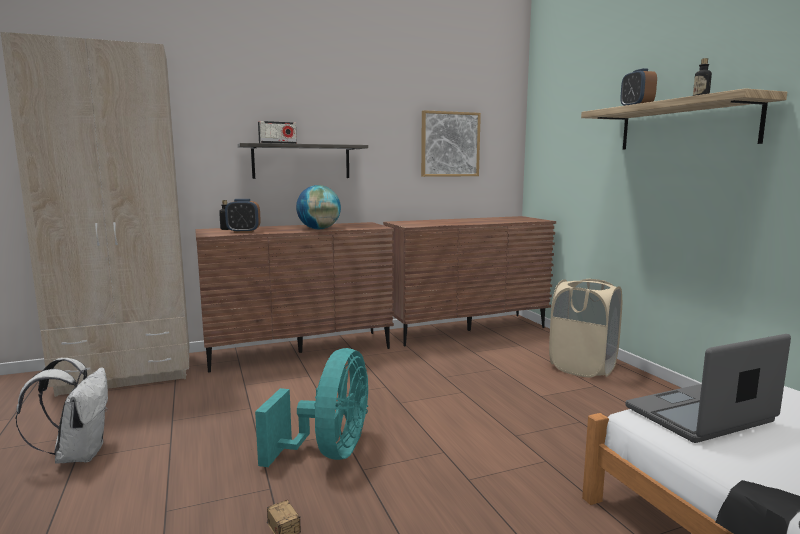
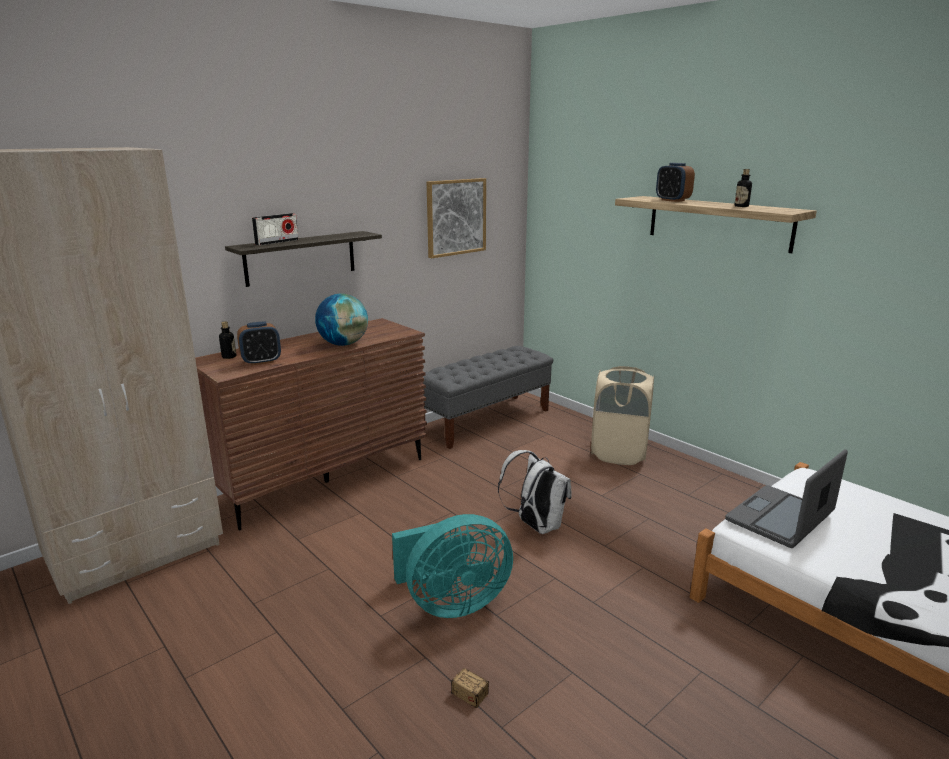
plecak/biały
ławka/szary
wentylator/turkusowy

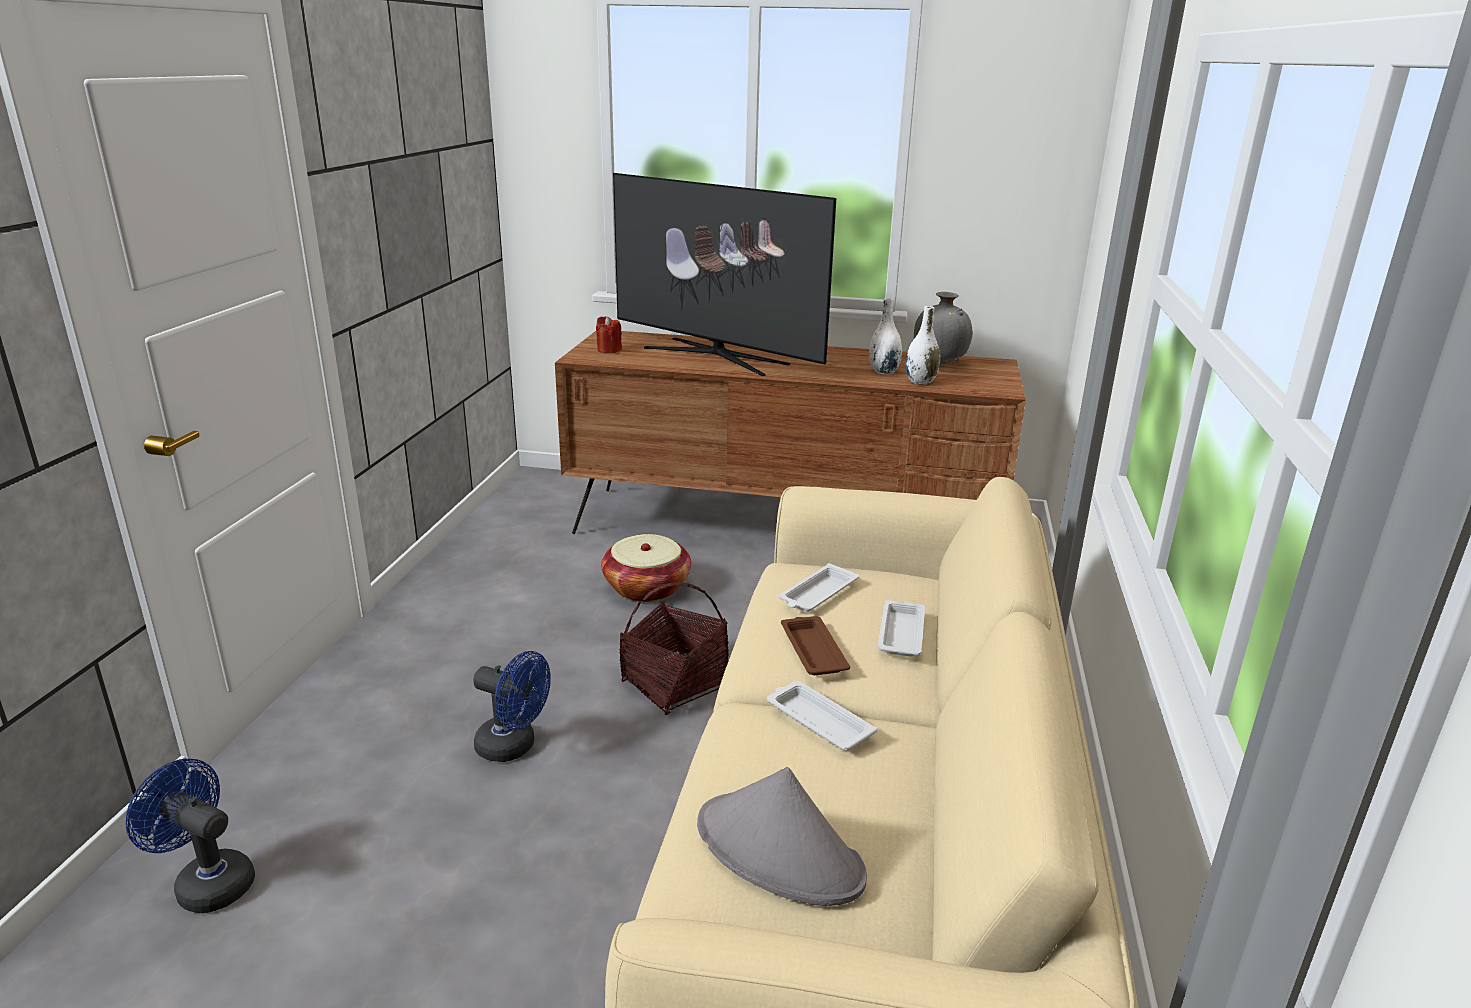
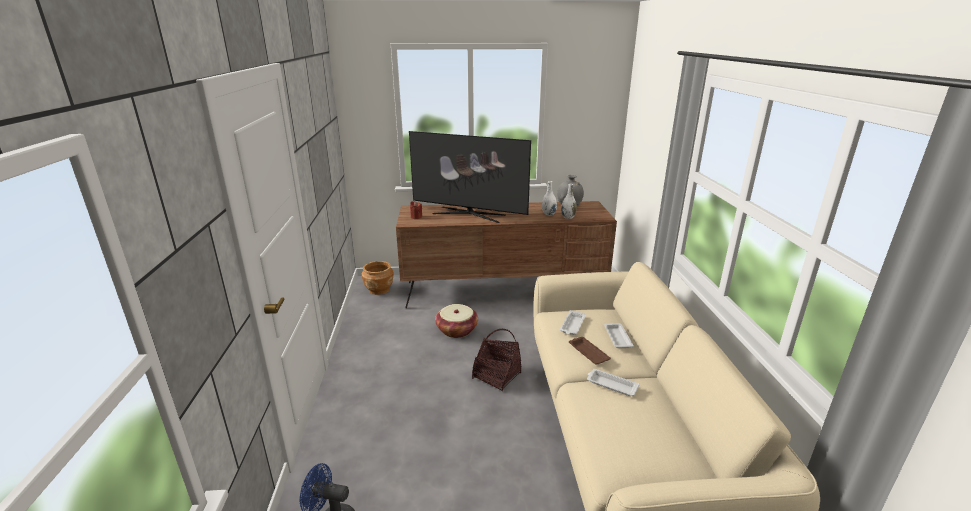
wentylator/niebieski (no. 2 from left in the first image)
kapelusz/szary
donica/brązowy

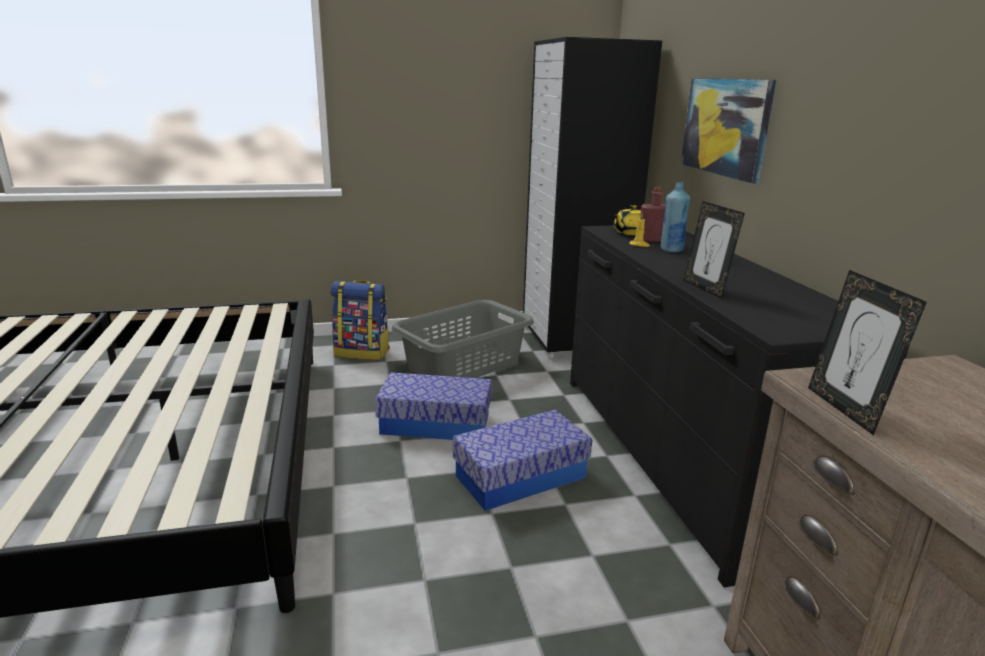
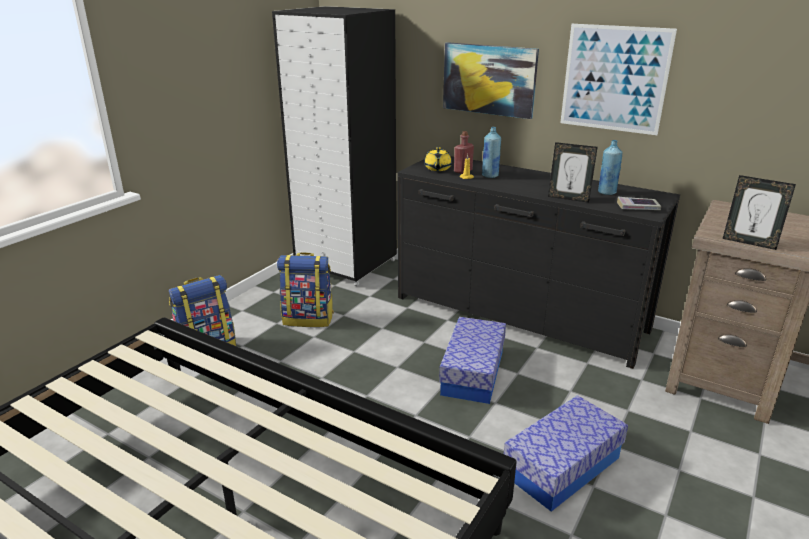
obraz (no. 2 from left)
butelka/niebieski (no. 2 from left)
książka
pojemnik do przechowywania (no. 2 from left)
plecak (no. 2 from left)

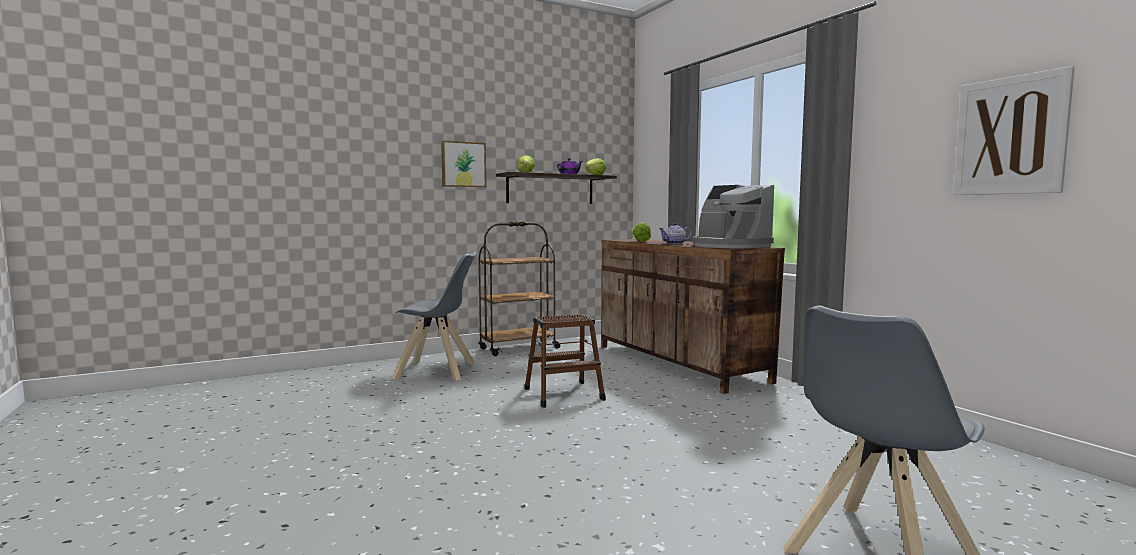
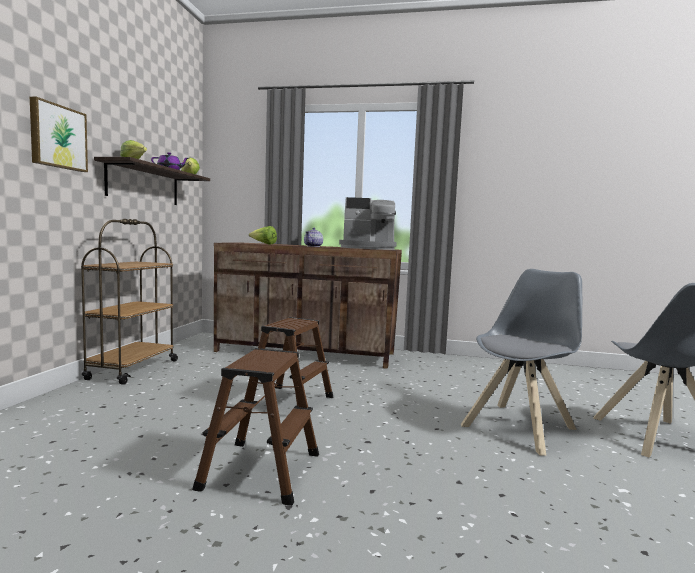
obraz (no. 2 from left in the first image)
drabinka/brązowy (no. 1 from left)
krzesło/szary (no. 1 from left)

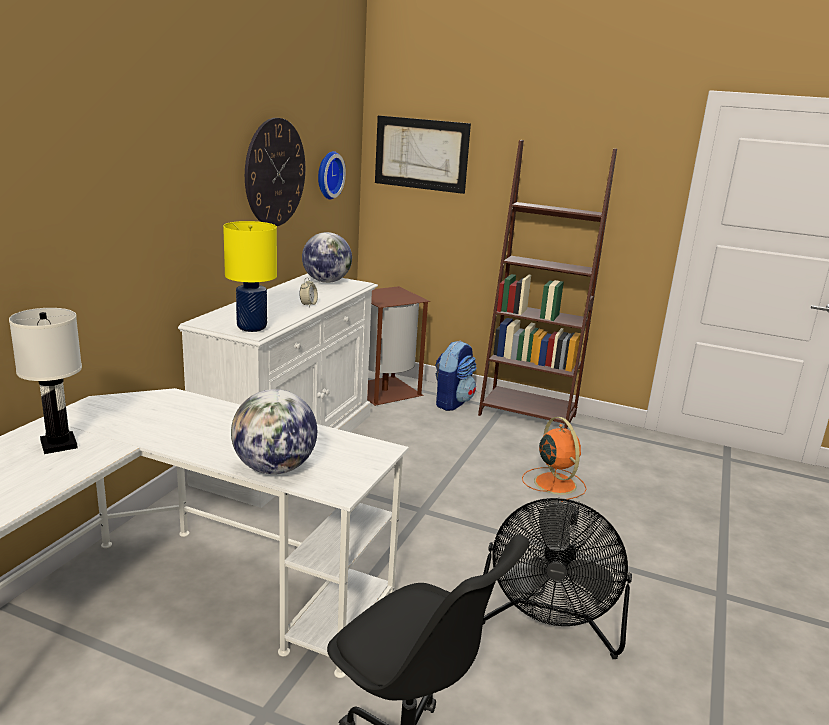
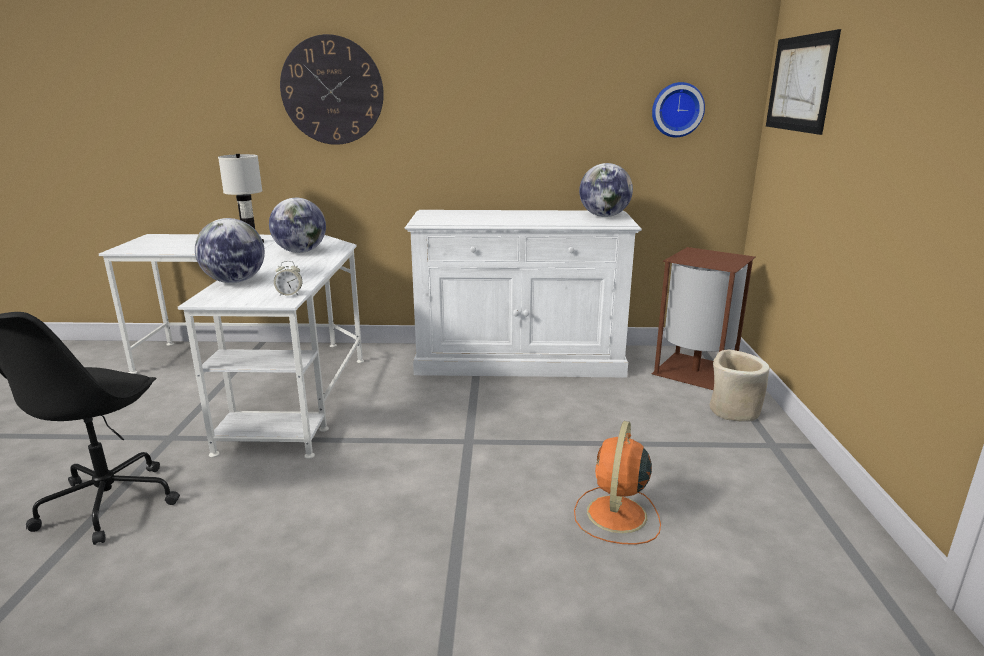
lampa stołowa/żółty
regał/brązowy
wentylator/czarny
globus (no. 2 from left)
zegar ścienny (no. 1 from left)
budzik
donica/beżowy
wentylator/pomarańczowy

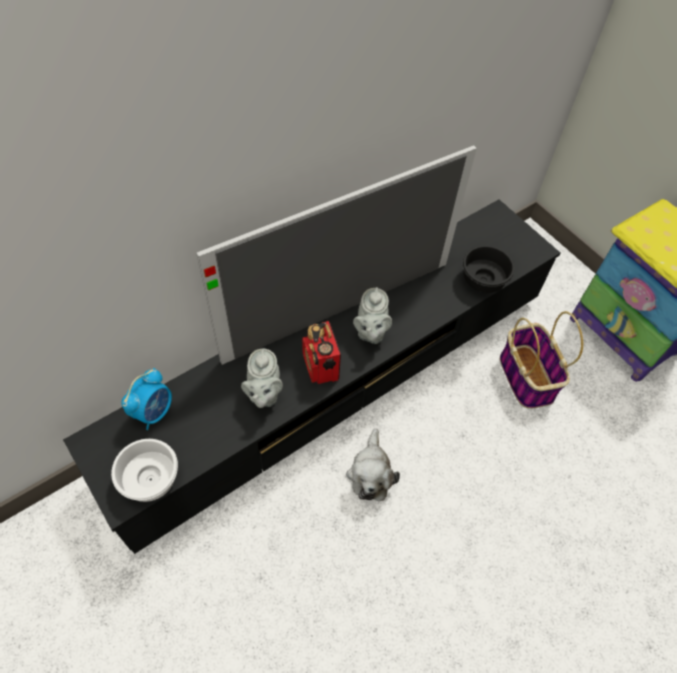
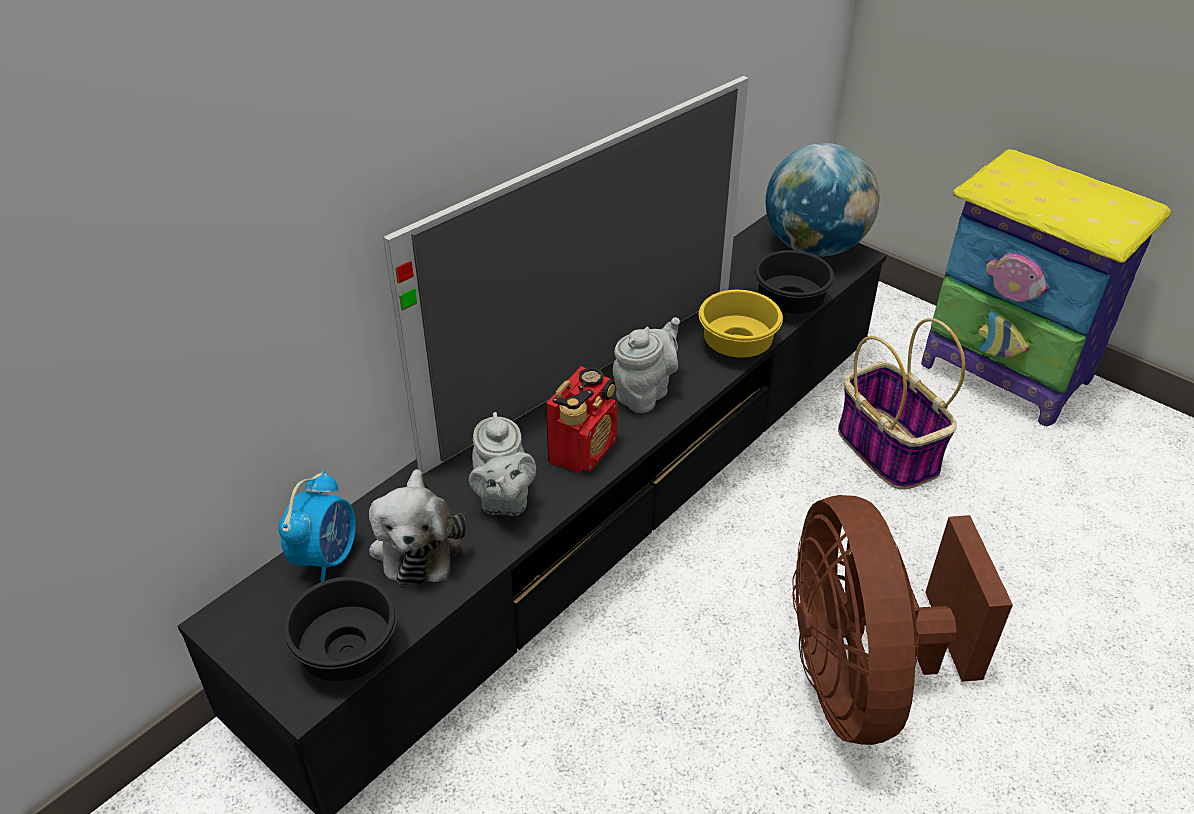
miska/żółty
globus
wentylator/brązowy
pluszak
miska/czarny (no. 1 from left)
radio
imbryk/szary (no. 2 from left)

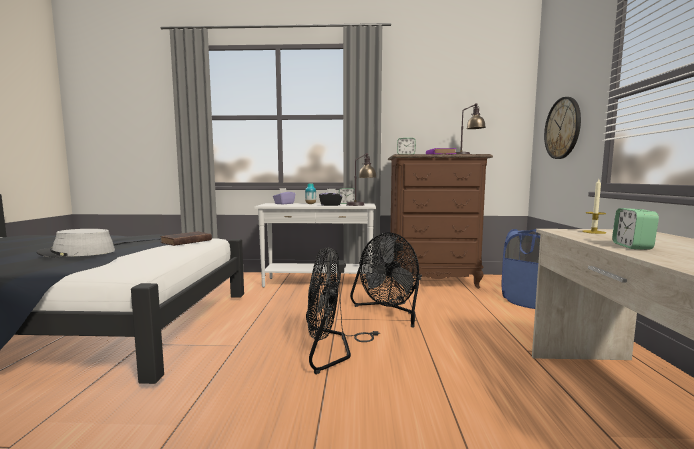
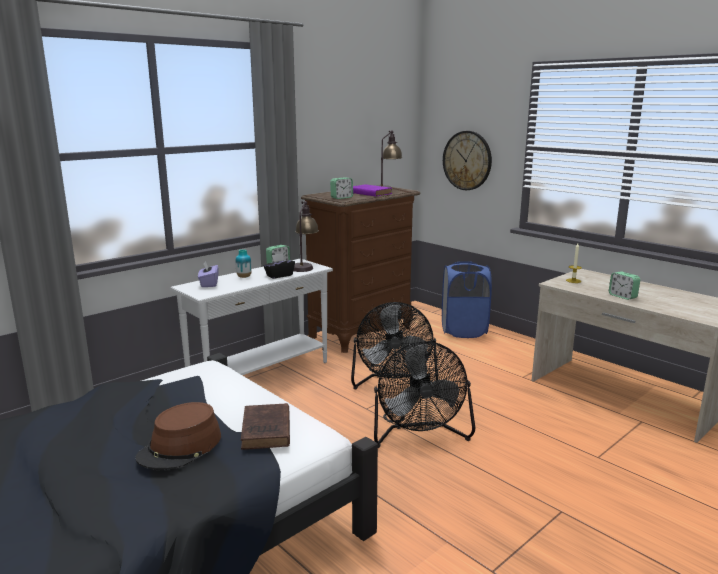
książka/brązowy
kapelusz/brązowy
wentylator/czarny (no. 2 from left)

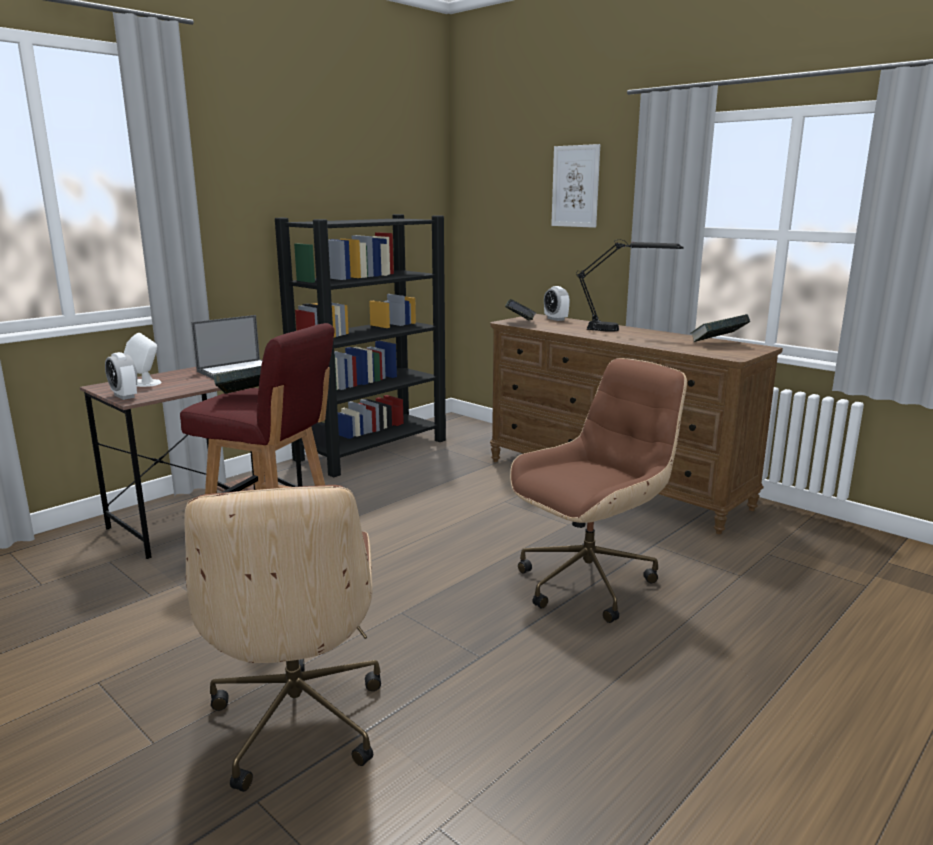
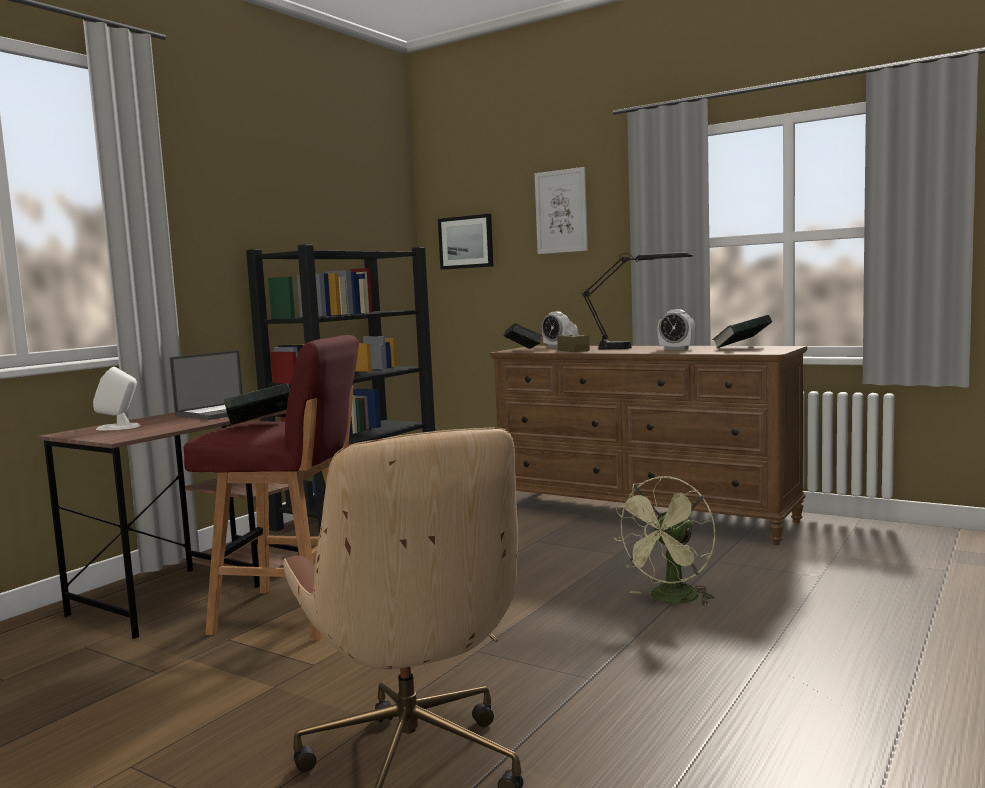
obraz (no. 1 from left)
pudełko chusteczek/brązowy
budzik (no. 2 from left)
wentylator/zielony

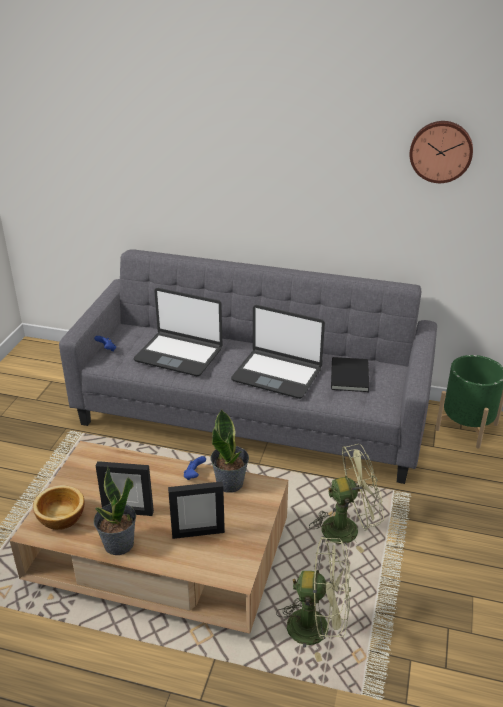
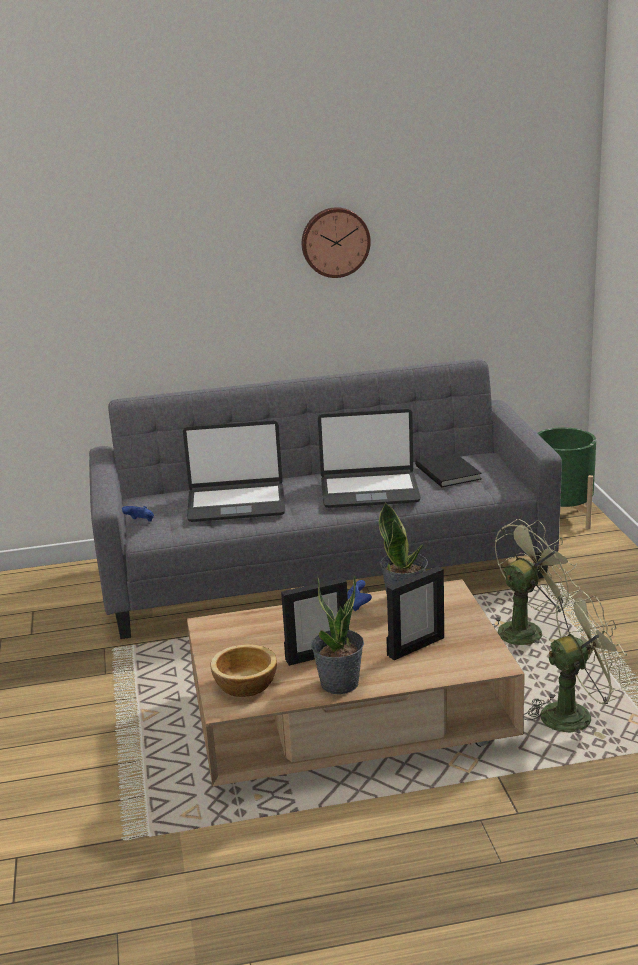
zegar ścienny

